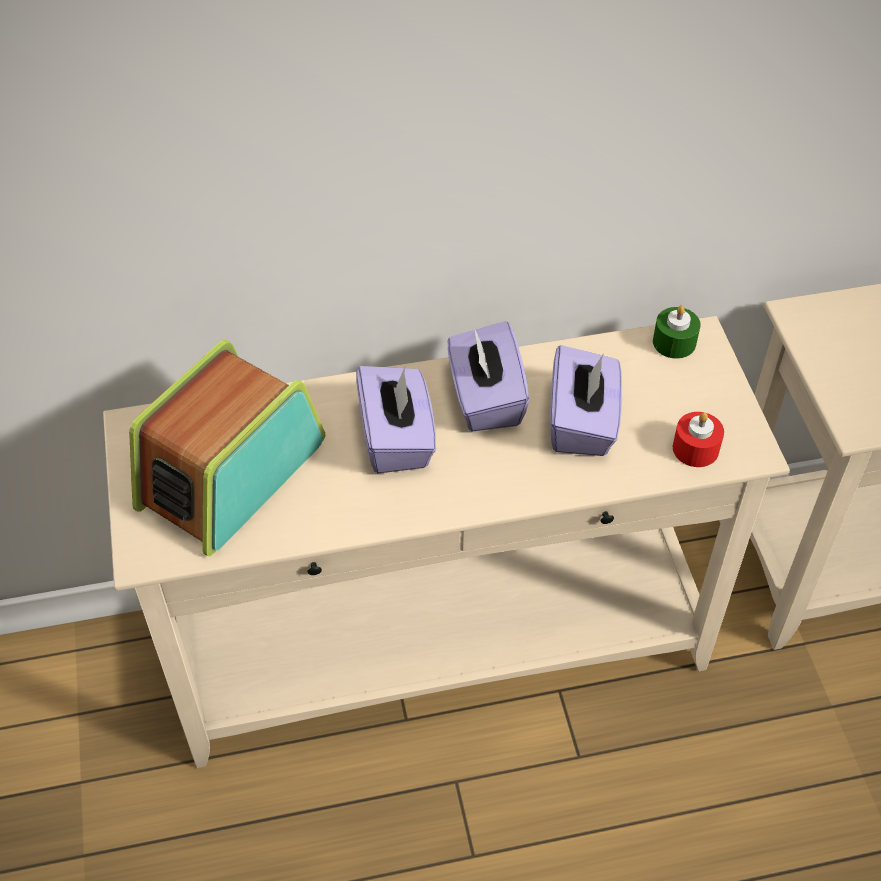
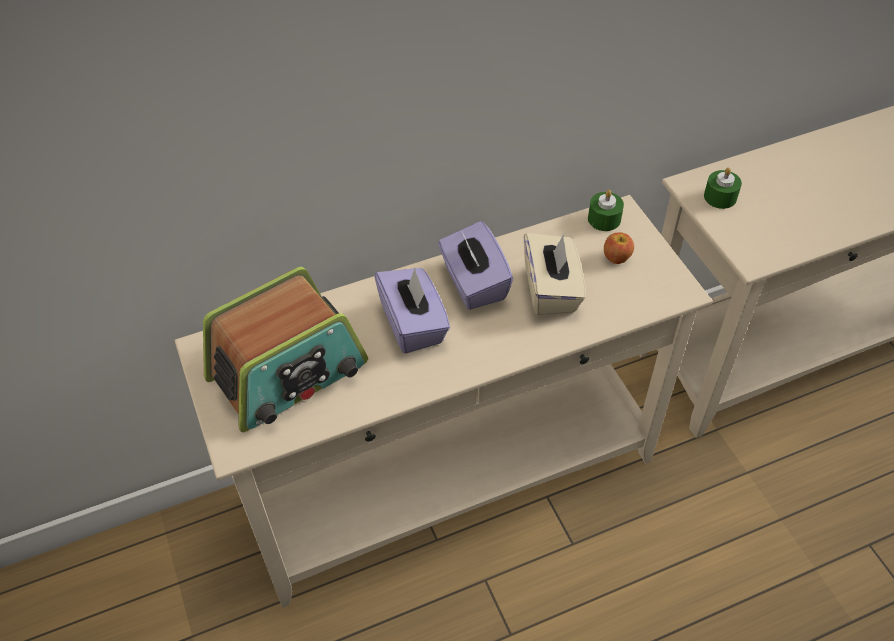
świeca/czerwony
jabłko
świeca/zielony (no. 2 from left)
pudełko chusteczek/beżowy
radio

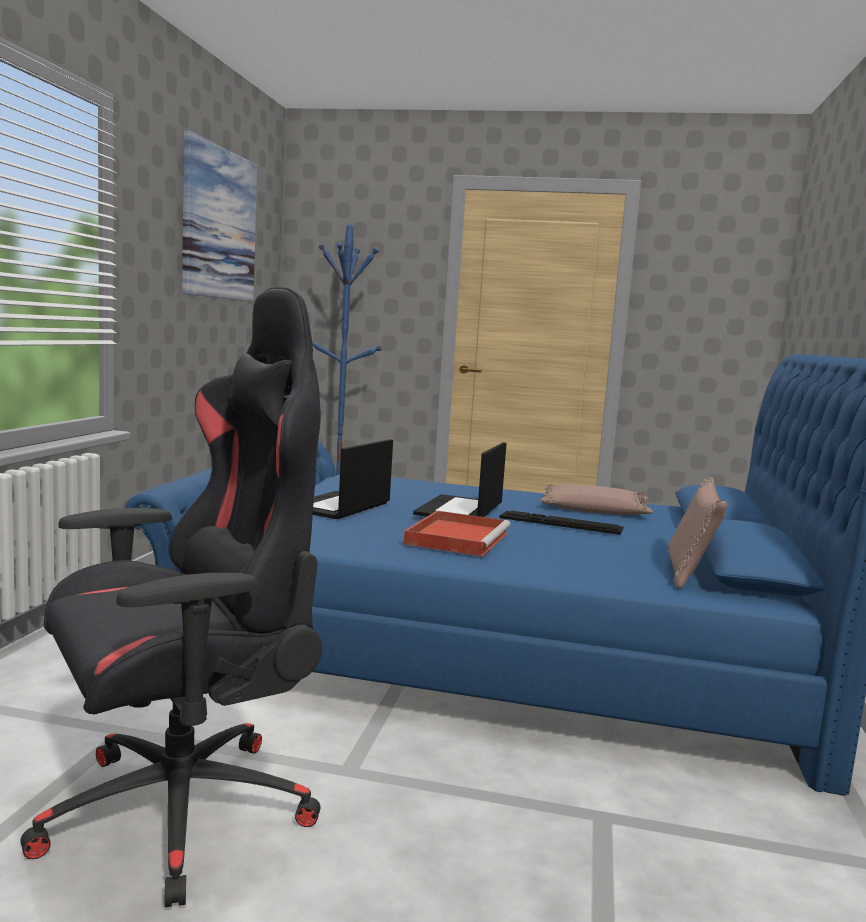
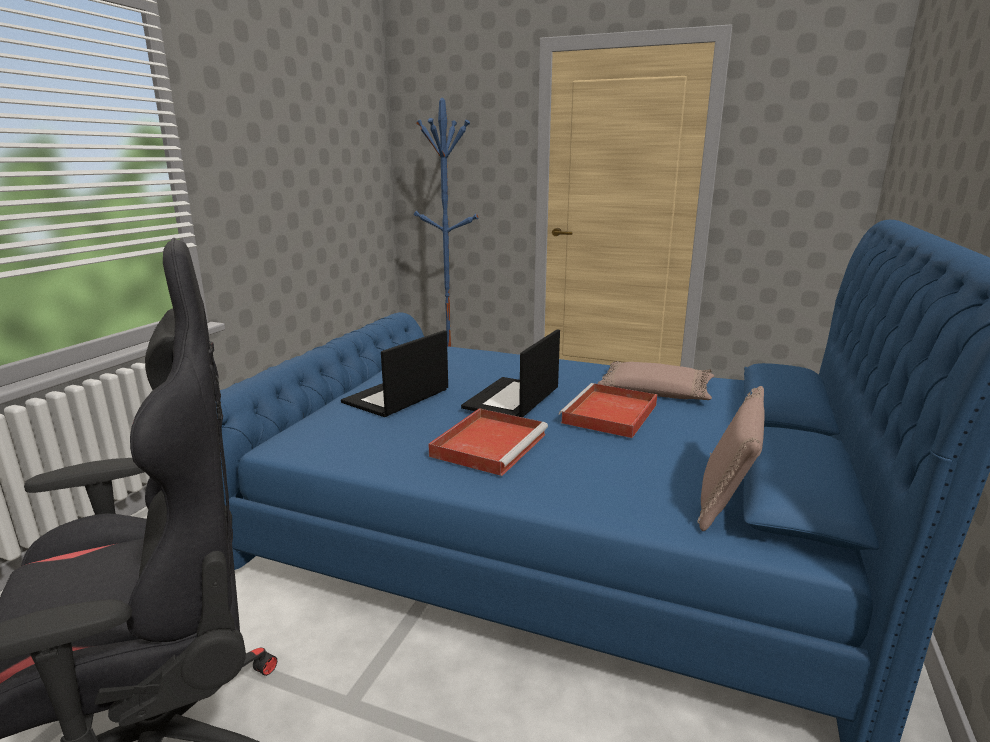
obraz
taca/czerwony (no. 2 from left)

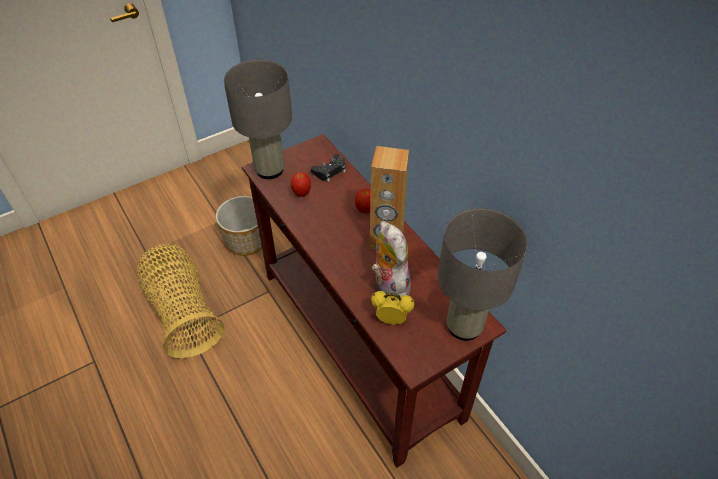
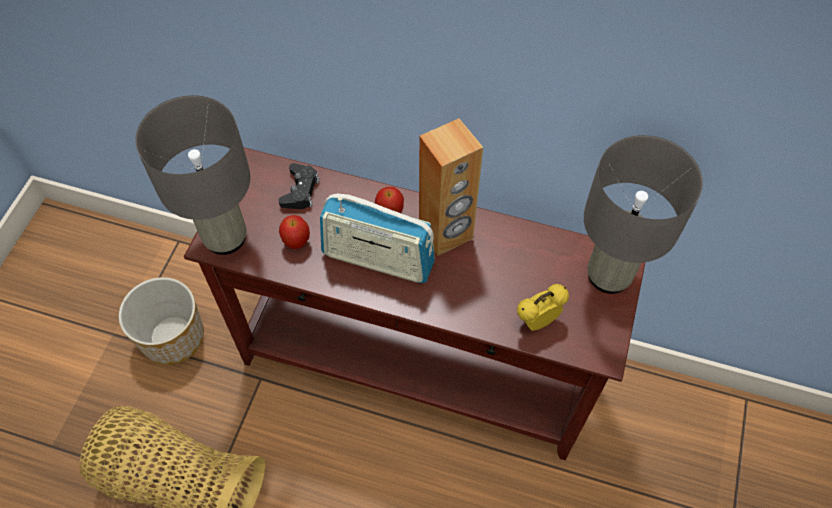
pluszak
radio

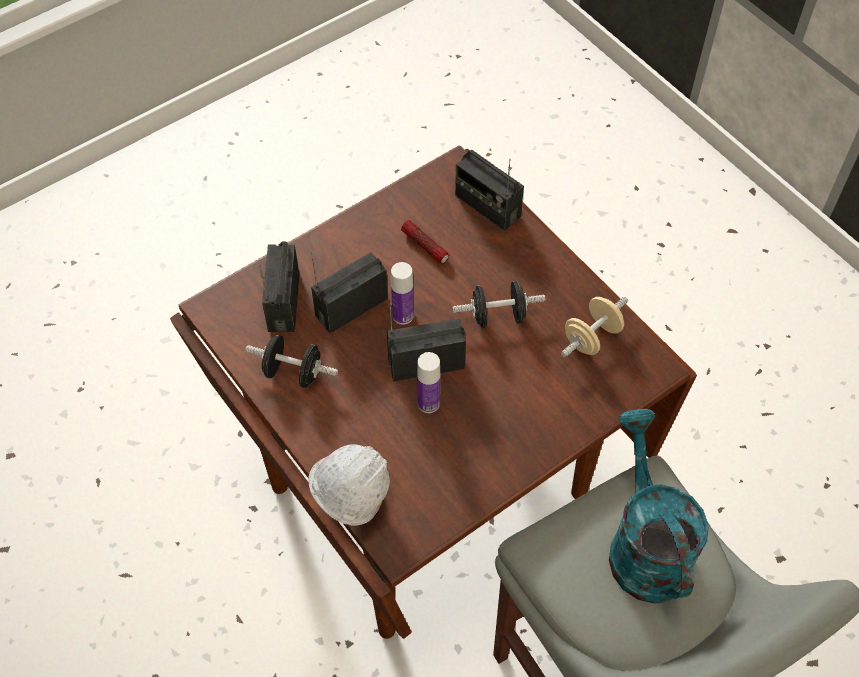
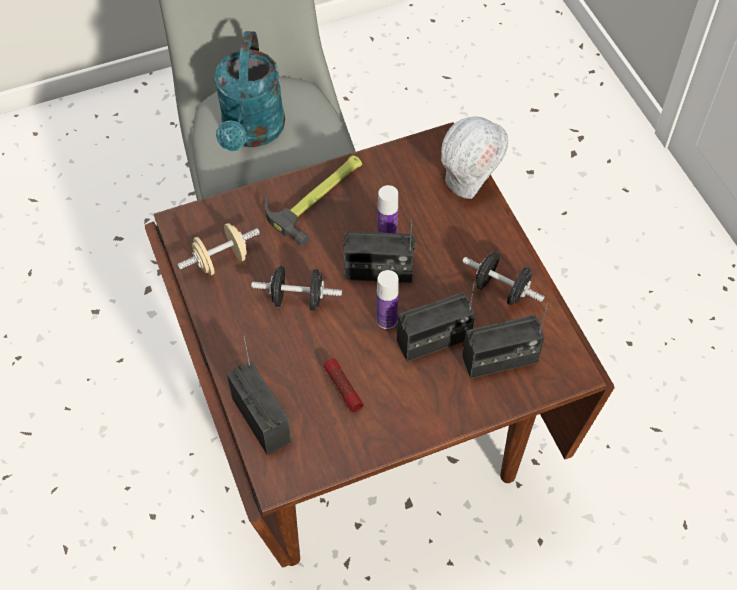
młotek
radio (no. 4 from left)

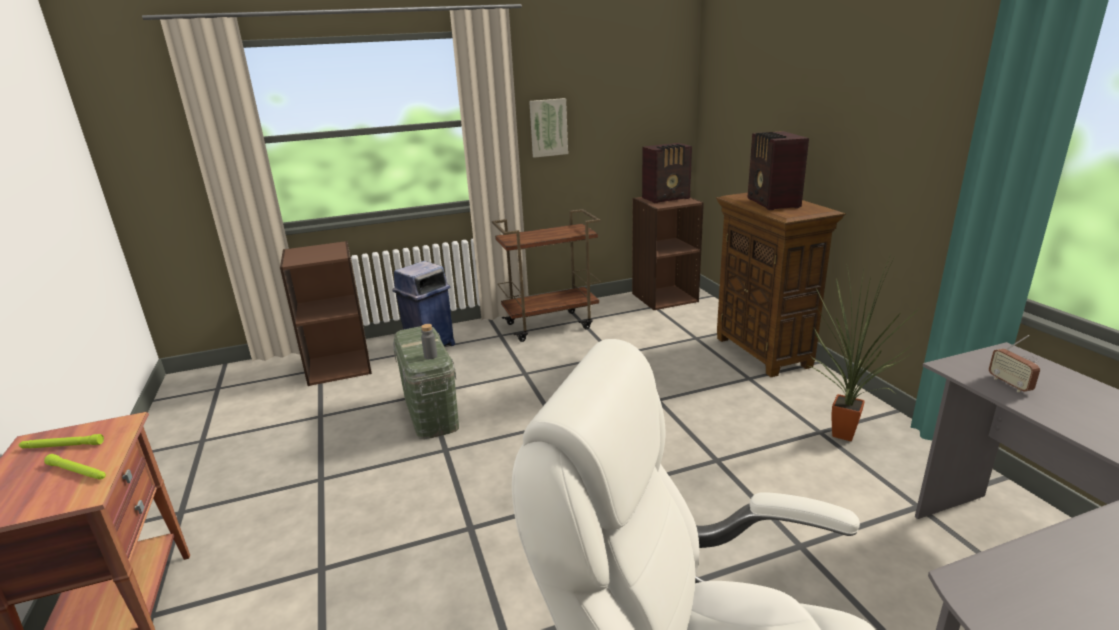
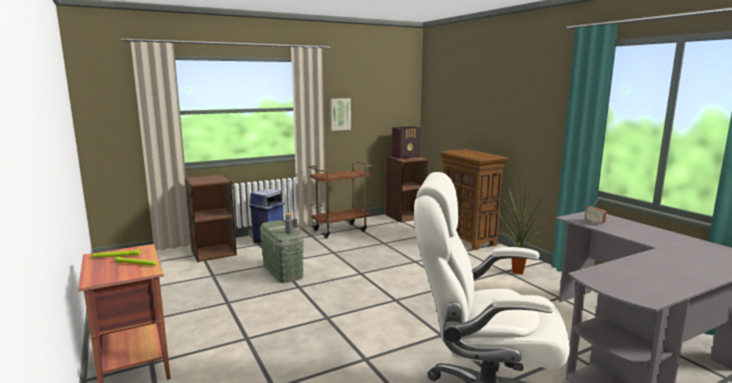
radio (no. 2 from left in the first image)

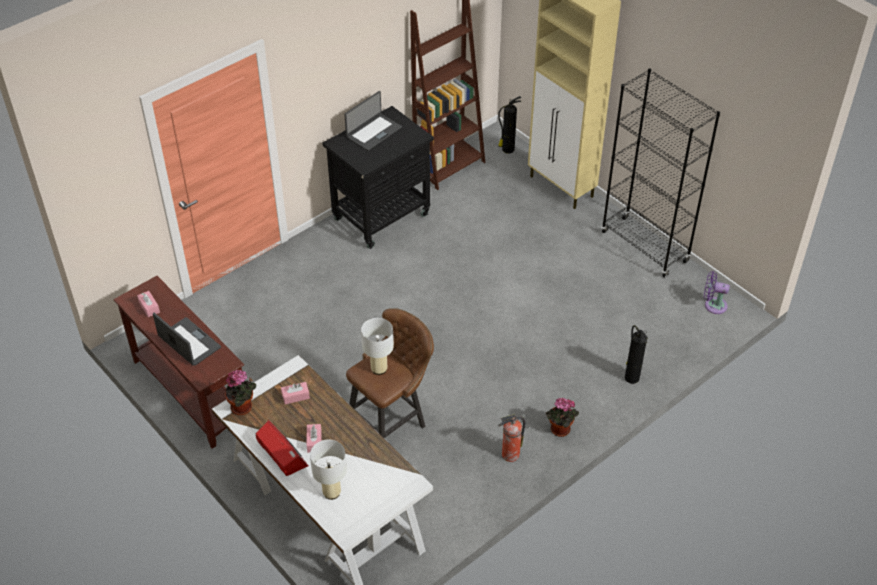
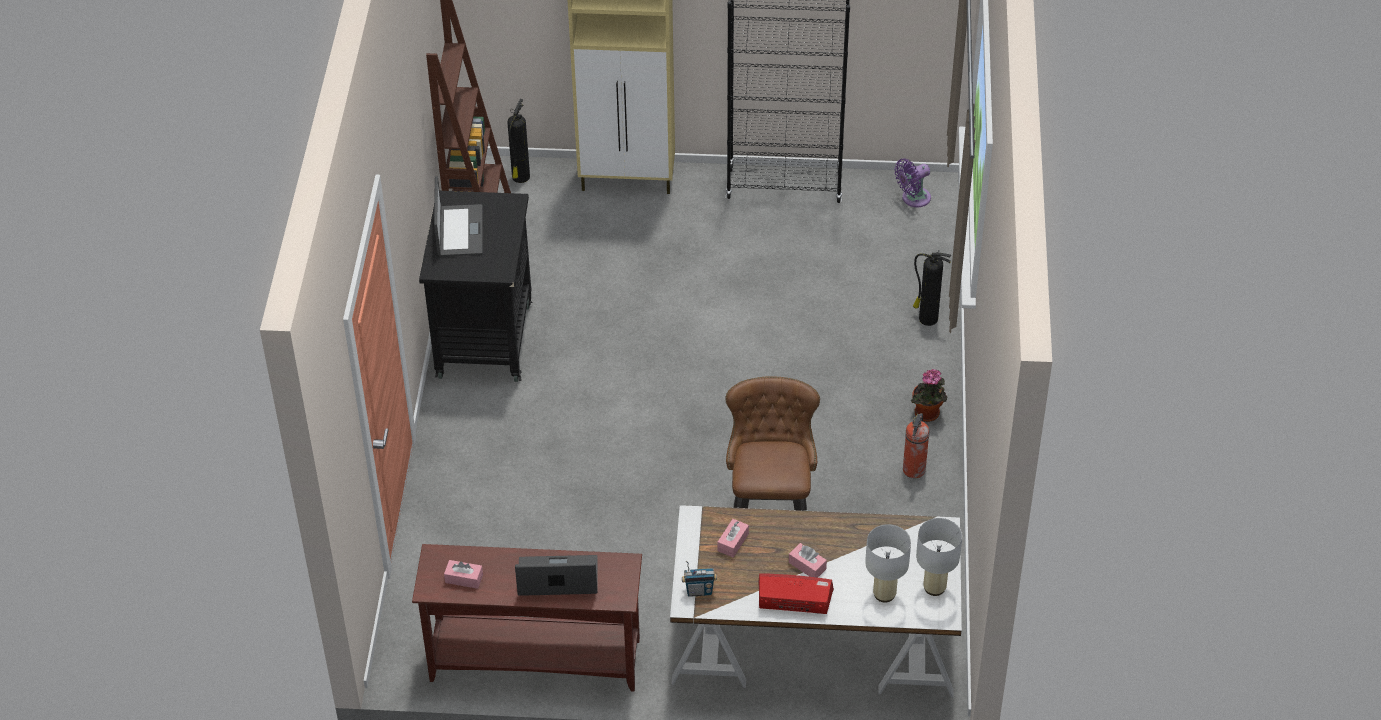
lampa stołowa/biały (no. 2 from left)
radio (no. 1 from left)

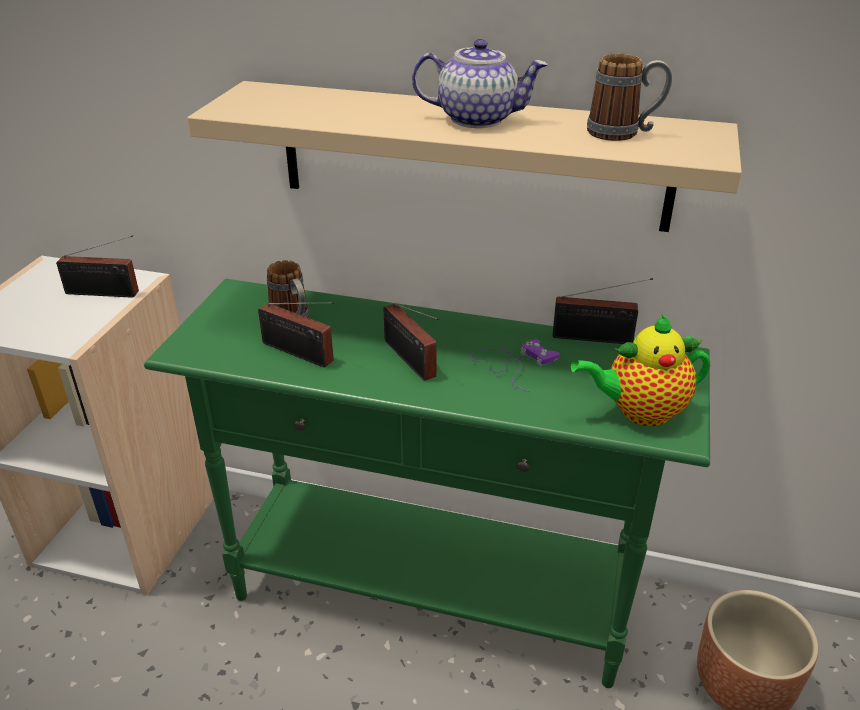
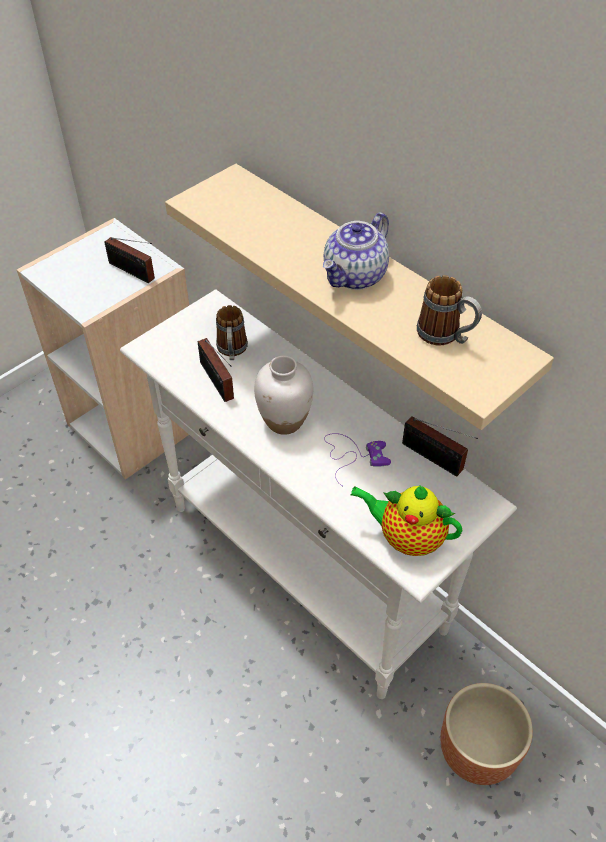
wazon/biały
stolik konsolowy/biały
imbryk (no. 1 from left)

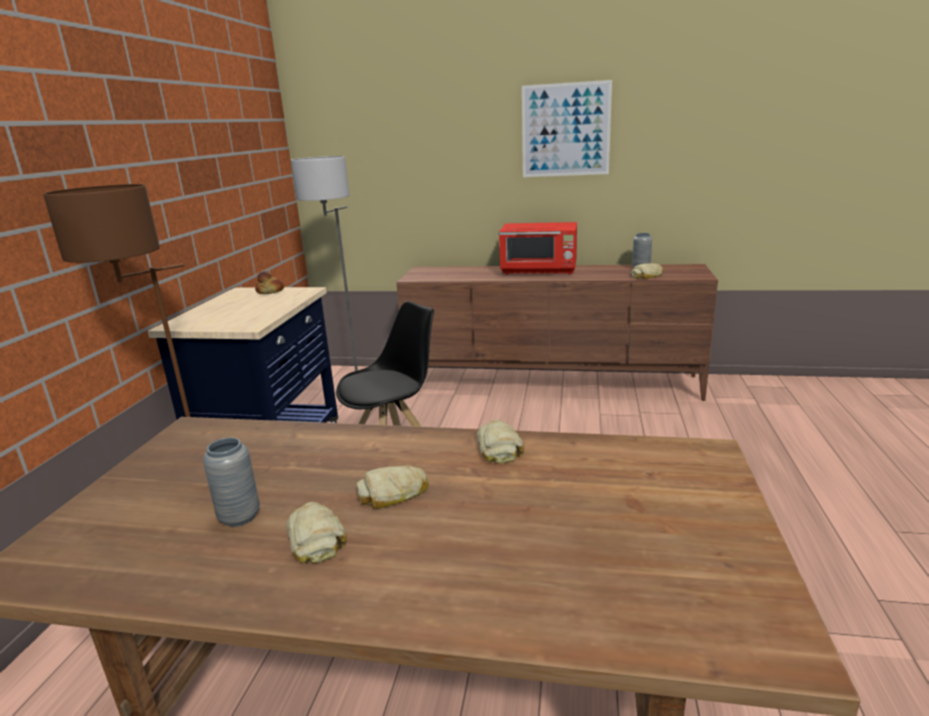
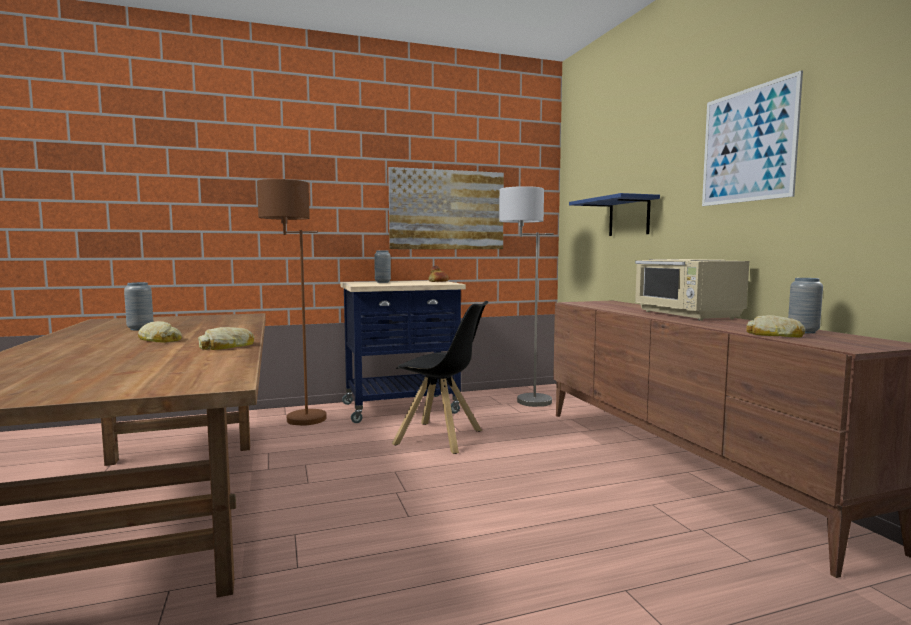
chleb (no. 2 from left in the first image)
wazon/szary (no. 2 from left)
obraz (no. 1 from left)
półka/niebieski
mikrofalówka/beżowy

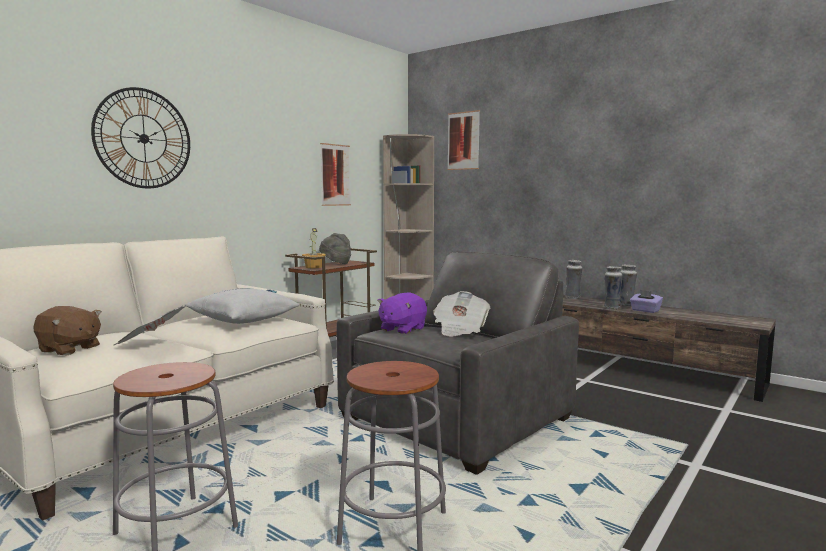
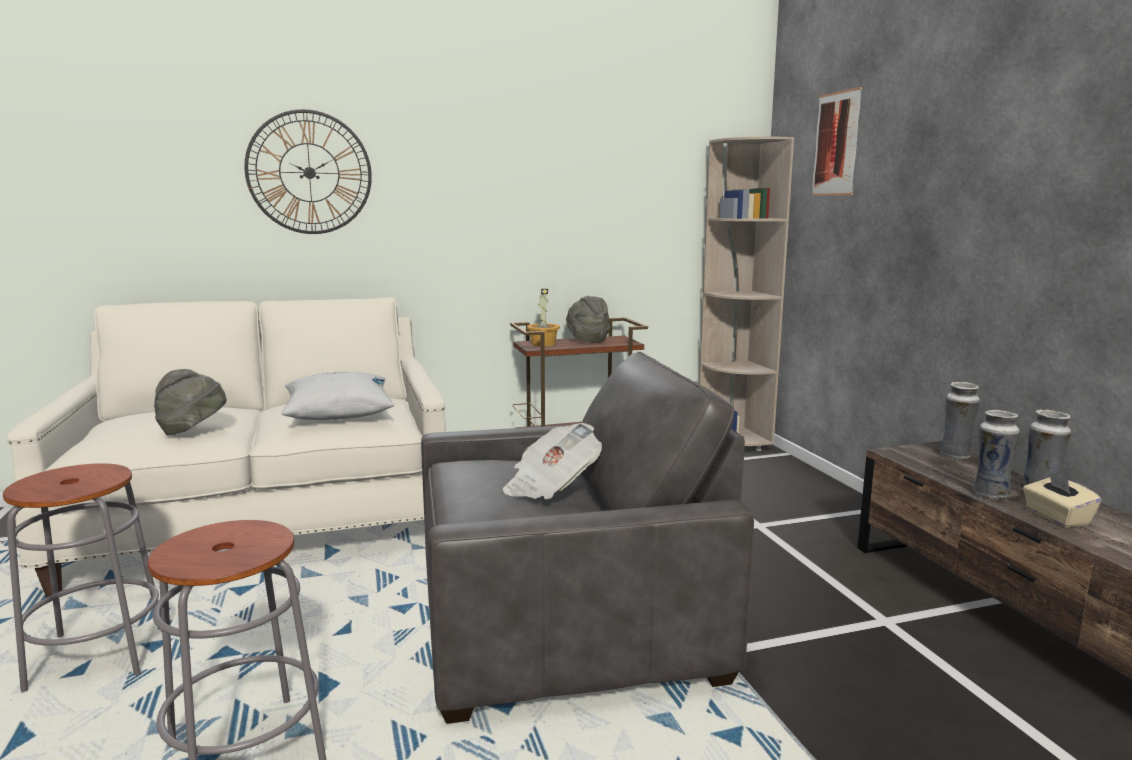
pluszak/brązowy
obraz (no. 1 from left in the first image)
pluszak/fioletowy
kapelusz/szary (no. 1 from left)
pudełko chusteczek/beżowy

